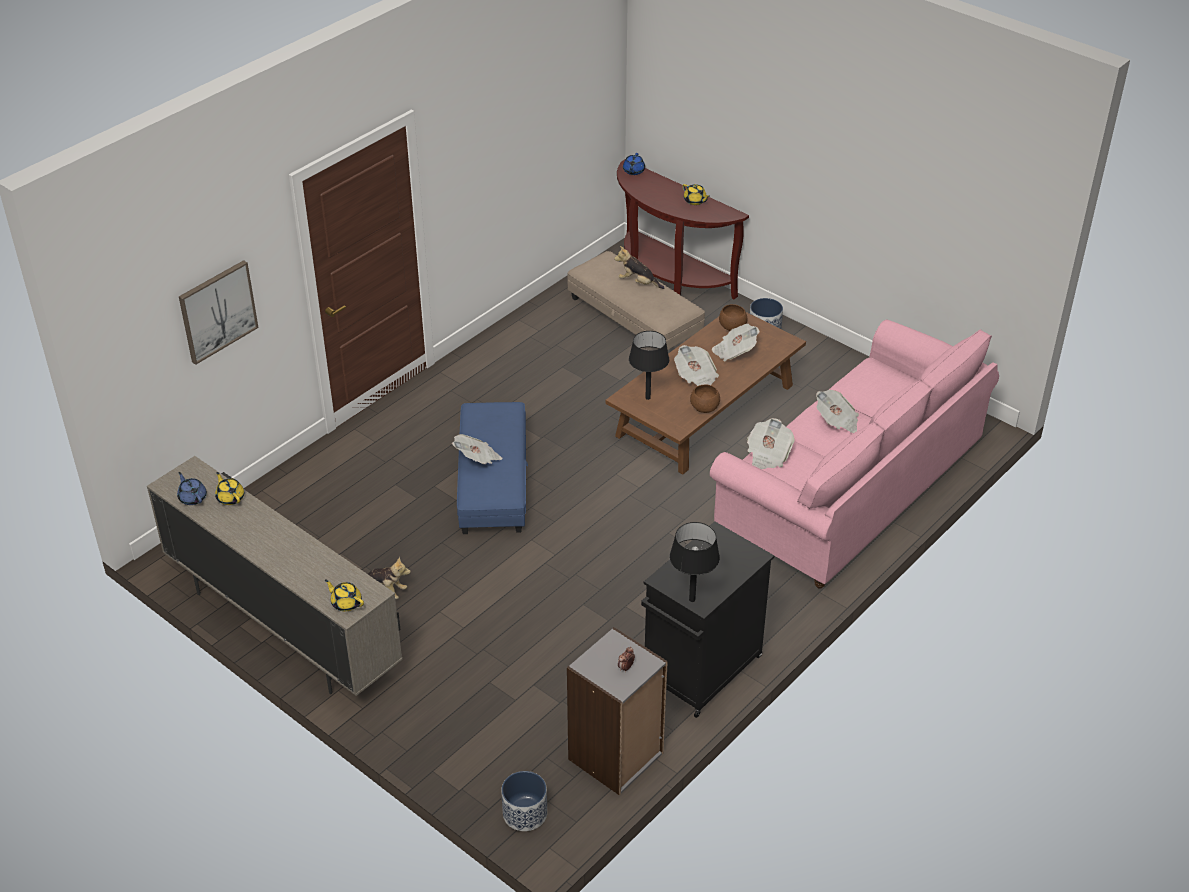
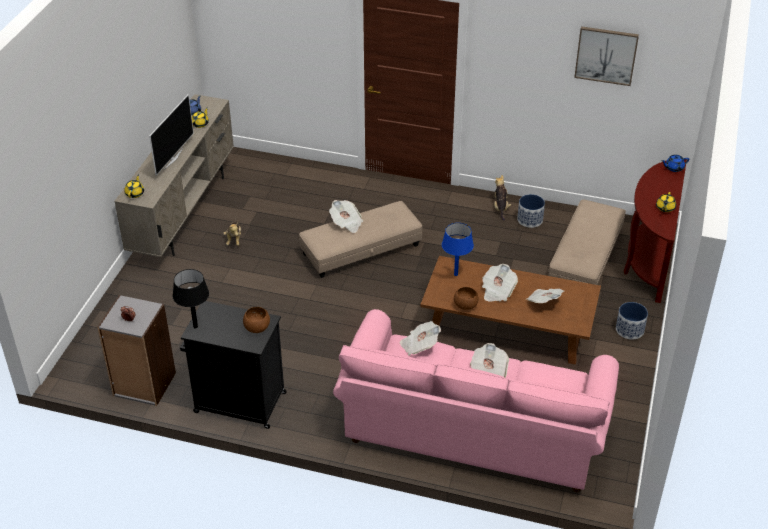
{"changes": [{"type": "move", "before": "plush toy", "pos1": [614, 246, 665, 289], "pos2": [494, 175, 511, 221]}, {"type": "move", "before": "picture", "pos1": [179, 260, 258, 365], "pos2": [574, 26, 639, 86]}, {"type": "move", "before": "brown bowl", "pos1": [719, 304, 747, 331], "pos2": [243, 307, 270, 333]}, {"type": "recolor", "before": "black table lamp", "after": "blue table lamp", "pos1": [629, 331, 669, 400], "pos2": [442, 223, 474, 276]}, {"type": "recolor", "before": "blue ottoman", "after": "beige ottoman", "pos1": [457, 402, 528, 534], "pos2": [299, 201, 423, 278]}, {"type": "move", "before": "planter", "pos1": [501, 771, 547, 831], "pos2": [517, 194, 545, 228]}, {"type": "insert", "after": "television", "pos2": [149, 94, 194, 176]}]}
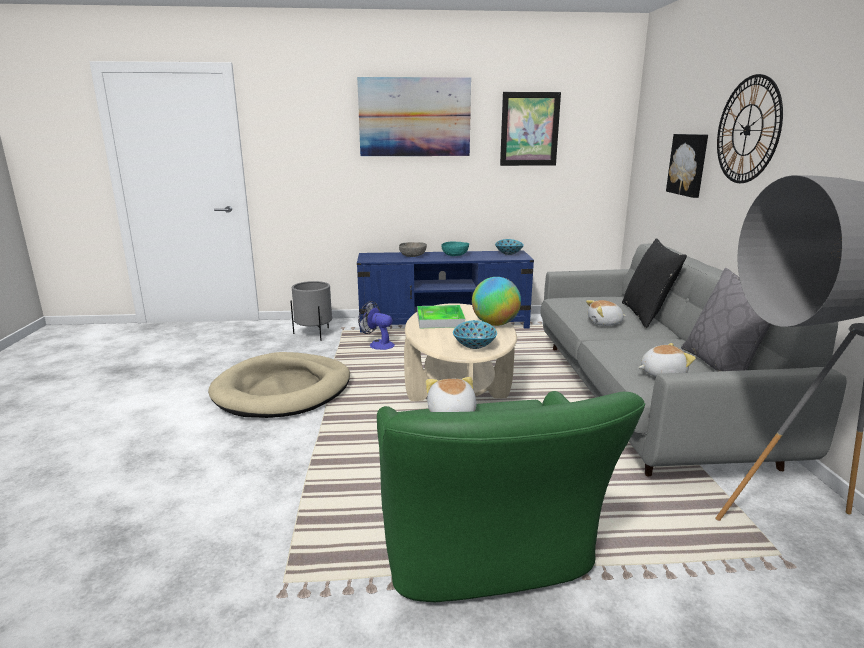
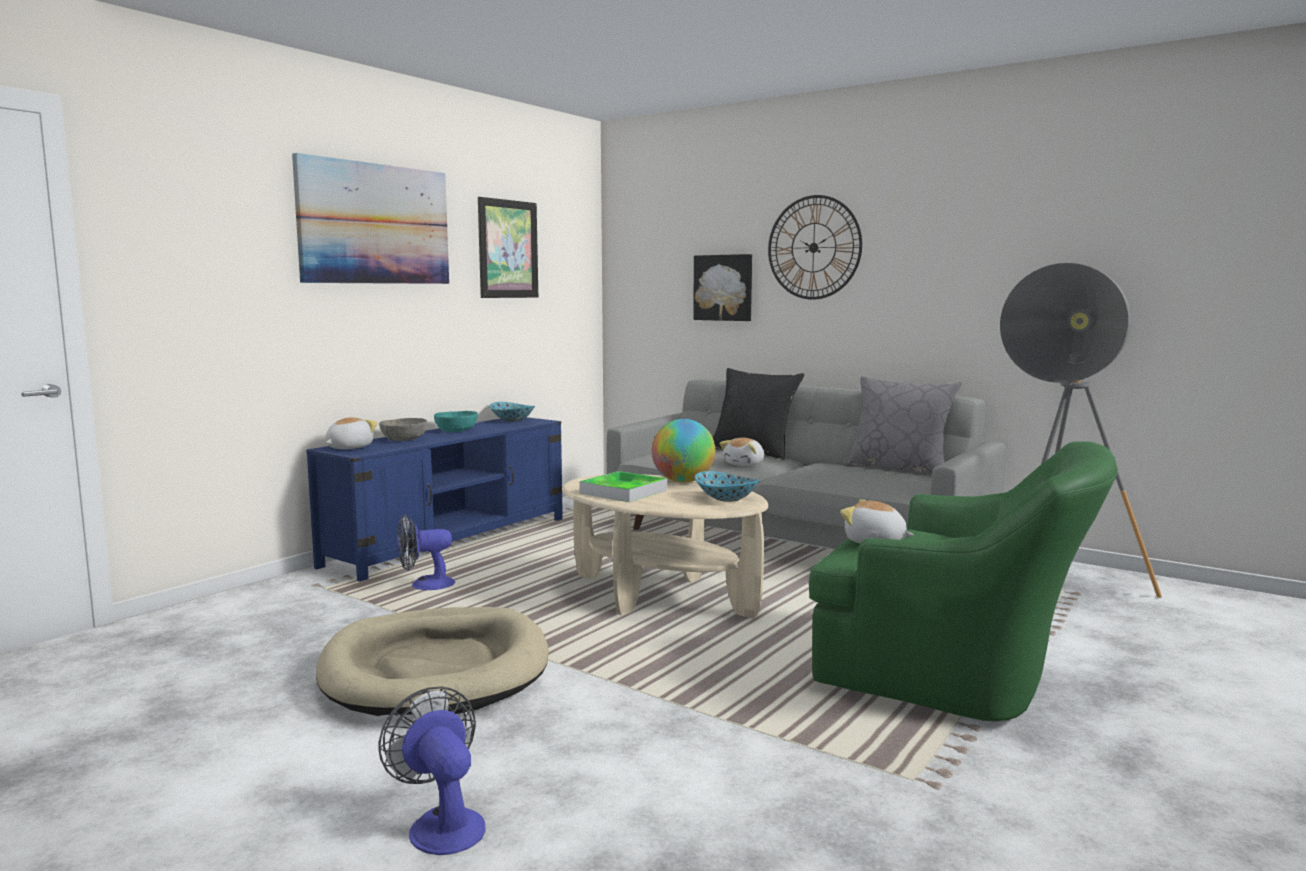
{"changes": [{"type": "delete", "before": "grey planter", "pos1": [290, 281, 332, 341]}, {"type": "move", "before": "plush toy", "pos1": [638, 343, 696, 377], "pos2": [325, 417, 378, 449]}, {"type": "insert", "after": "fan", "pos2": [379, 686, 485, 855]}]}
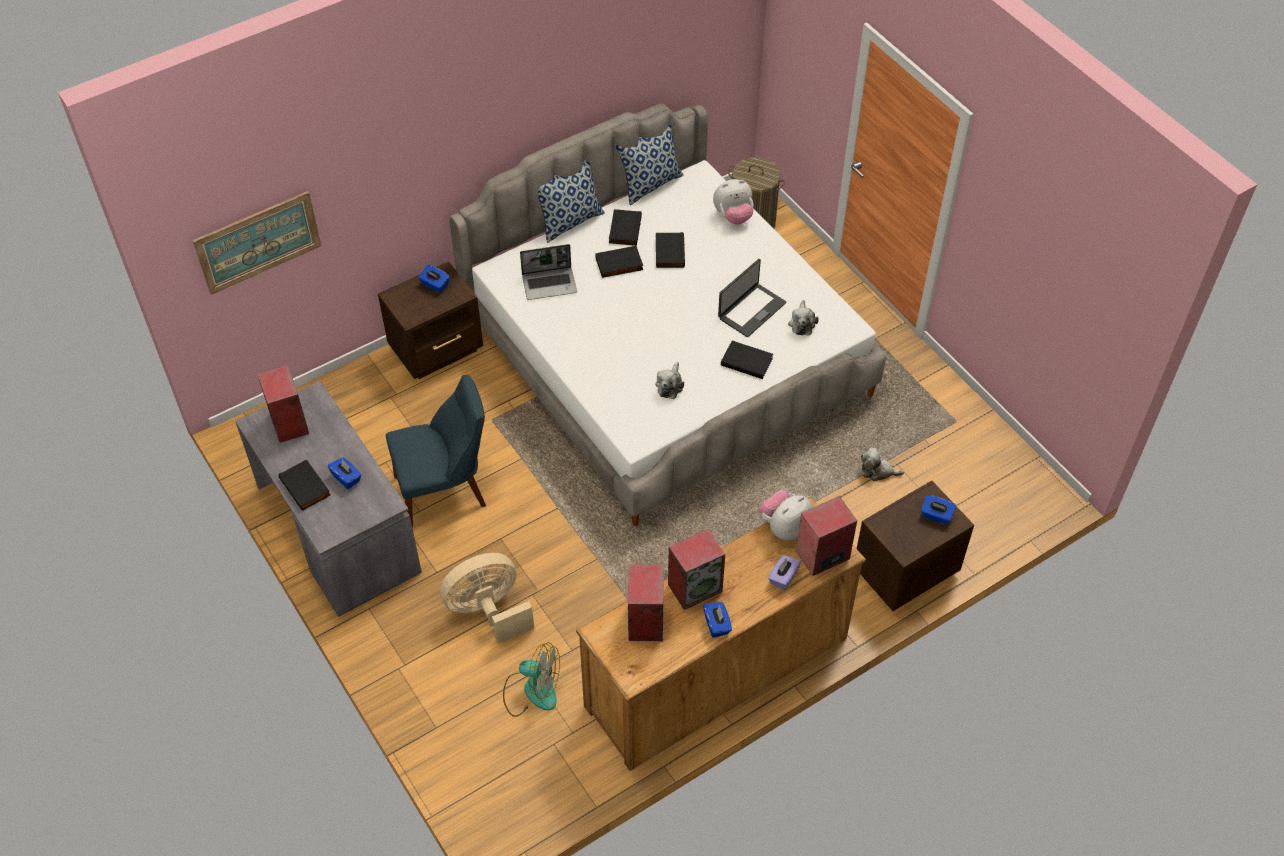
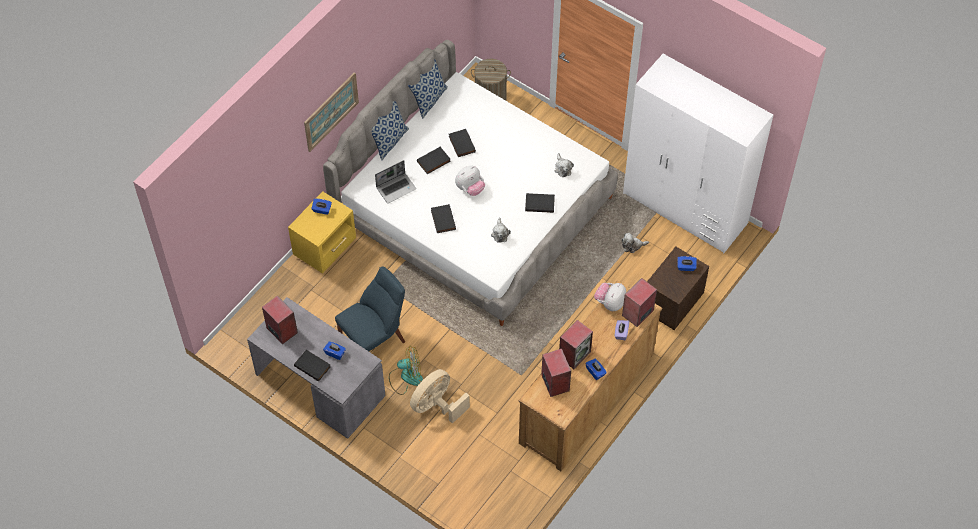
{"changes": [{"type": "move", "before": "plush toy", "pos1": [713, 179, 754, 225], "pos2": [455, 166, 485, 196]}, {"type": "move", "before": "picture", "pos1": [193, 191, 322, 295], "pos2": [304, 72, 359, 152]}, {"type": "move", "before": "black book", "pos1": [609, 209, 642, 246], "pos2": [431, 204, 456, 233]}, {"type": "delete", "before": "laptop", "pos1": [718, 259, 786, 337]}, {"type": "recolor", "before": "brown nightstand", "after": "yellow nightstand", "pos1": [378, 261, 483, 379], "pos2": [288, 191, 356, 274]}, {"type": "move", "before": "fan", "pos1": [503, 642, 560, 717], "pos2": [389, 346, 423, 395]}, {"type": "insert", "after": "white wardrobe", "pos2": [623, 53, 774, 254]}]}
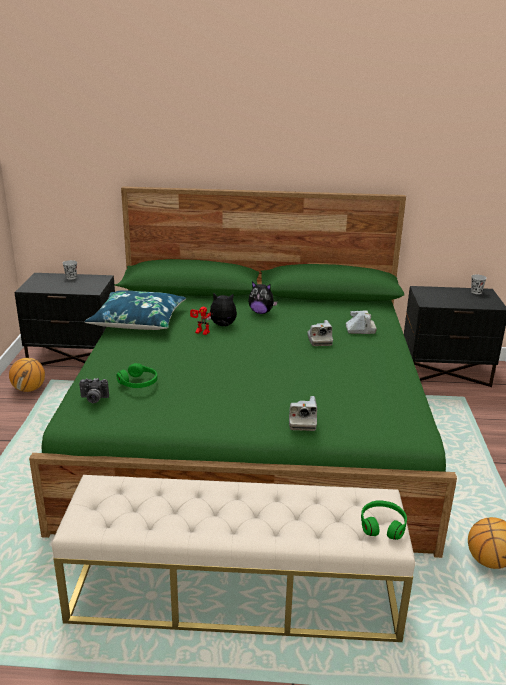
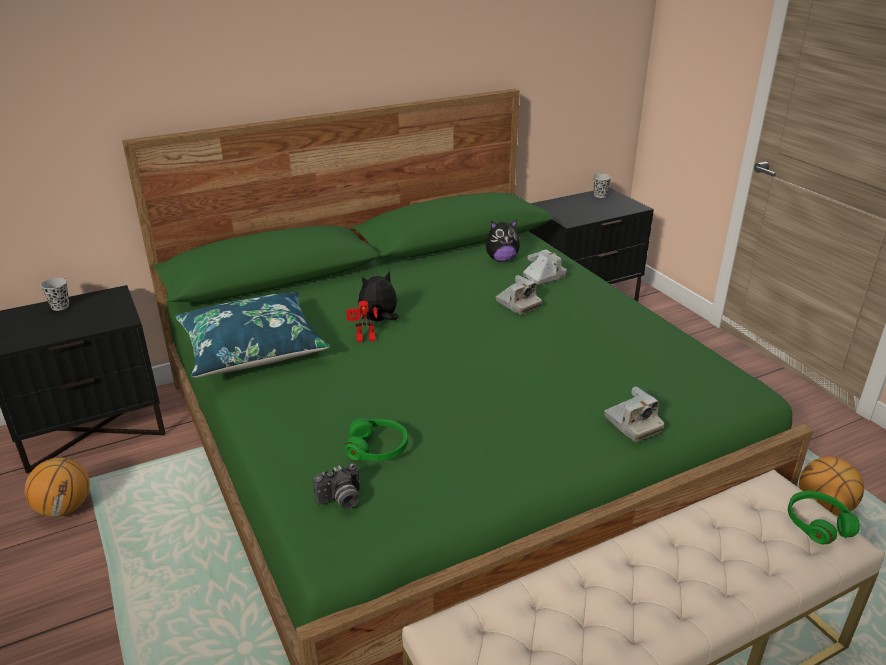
{"changes": [{"type": "move", "before": "plush toy", "pos1": [248, 282, 278, 314], "pos2": [486, 219, 520, 262]}]}
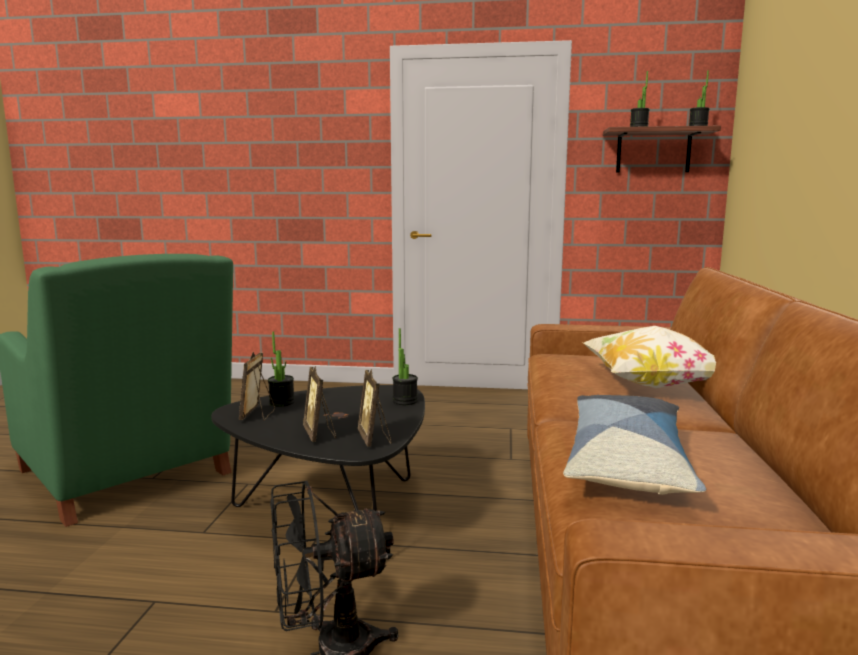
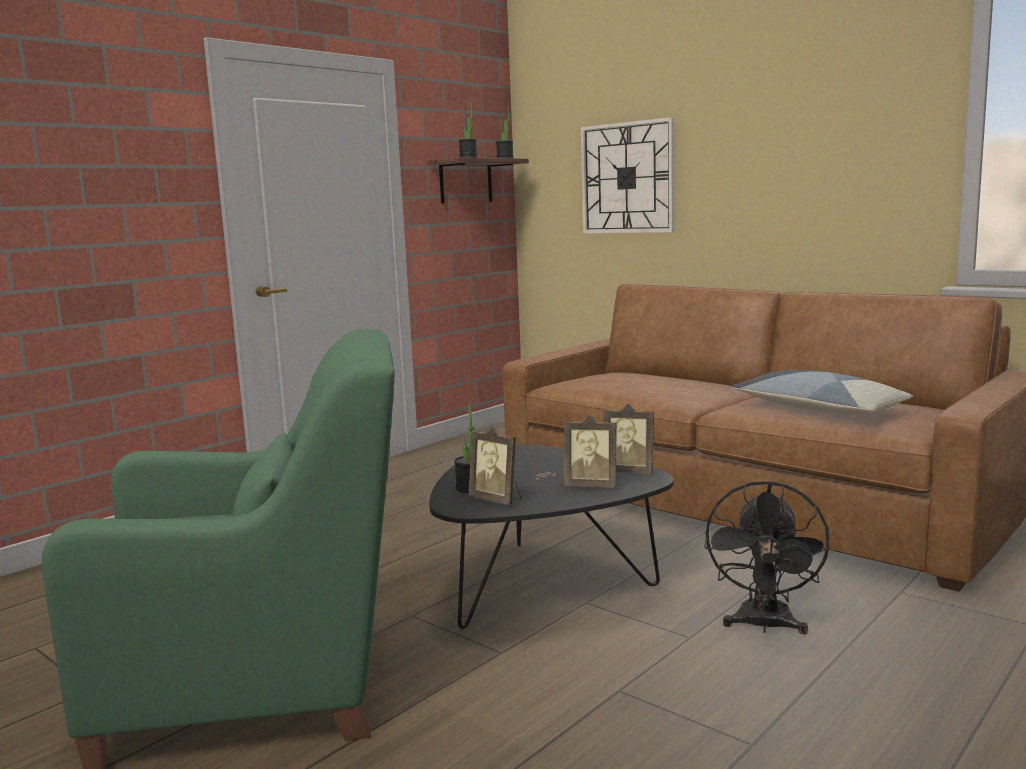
{"changes": [{"type": "delete", "before": "pillow", "pos1": [583, 326, 716, 388]}, {"type": "delete", "before": "potted plant", "pos1": [393, 328, 418, 405]}, {"type": "insert", "after": "wall clock", "pos2": [581, 117, 675, 233]}]}
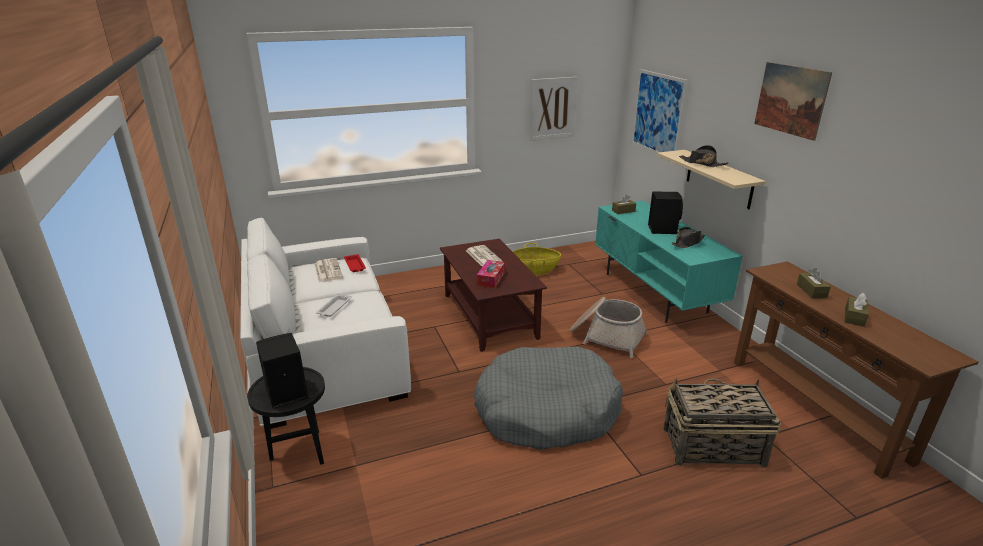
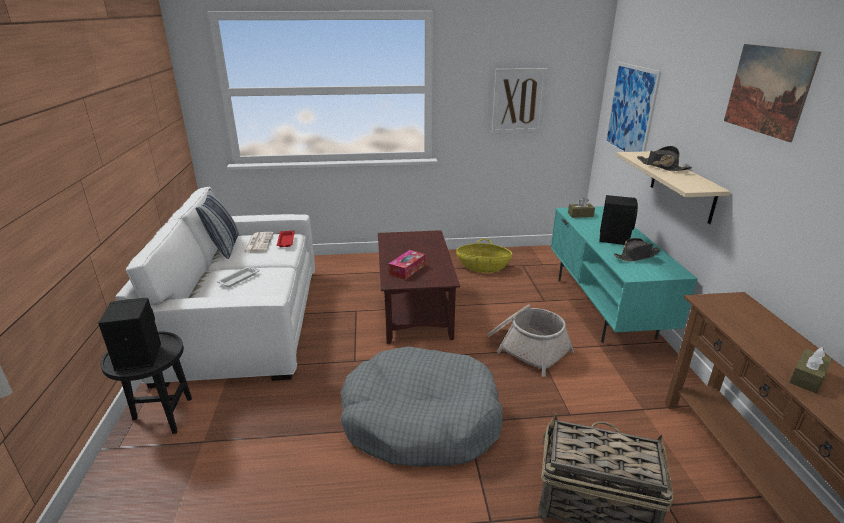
{"changes": [{"type": "delete", "before": "newspaper", "pos1": [466, 245, 503, 267]}, {"type": "delete", "before": "brown tissue box", "pos1": [797, 268, 831, 299]}, {"type": "insert", "after": "pillow", "pos2": [196, 188, 239, 259]}]}
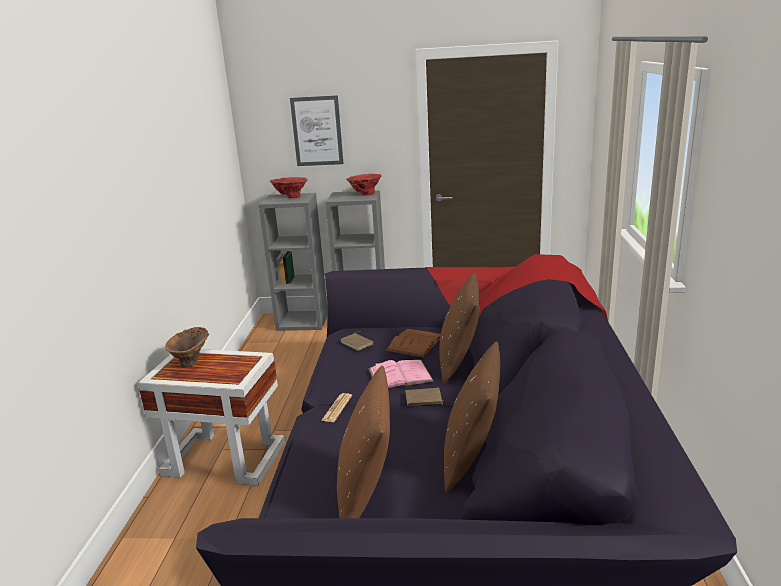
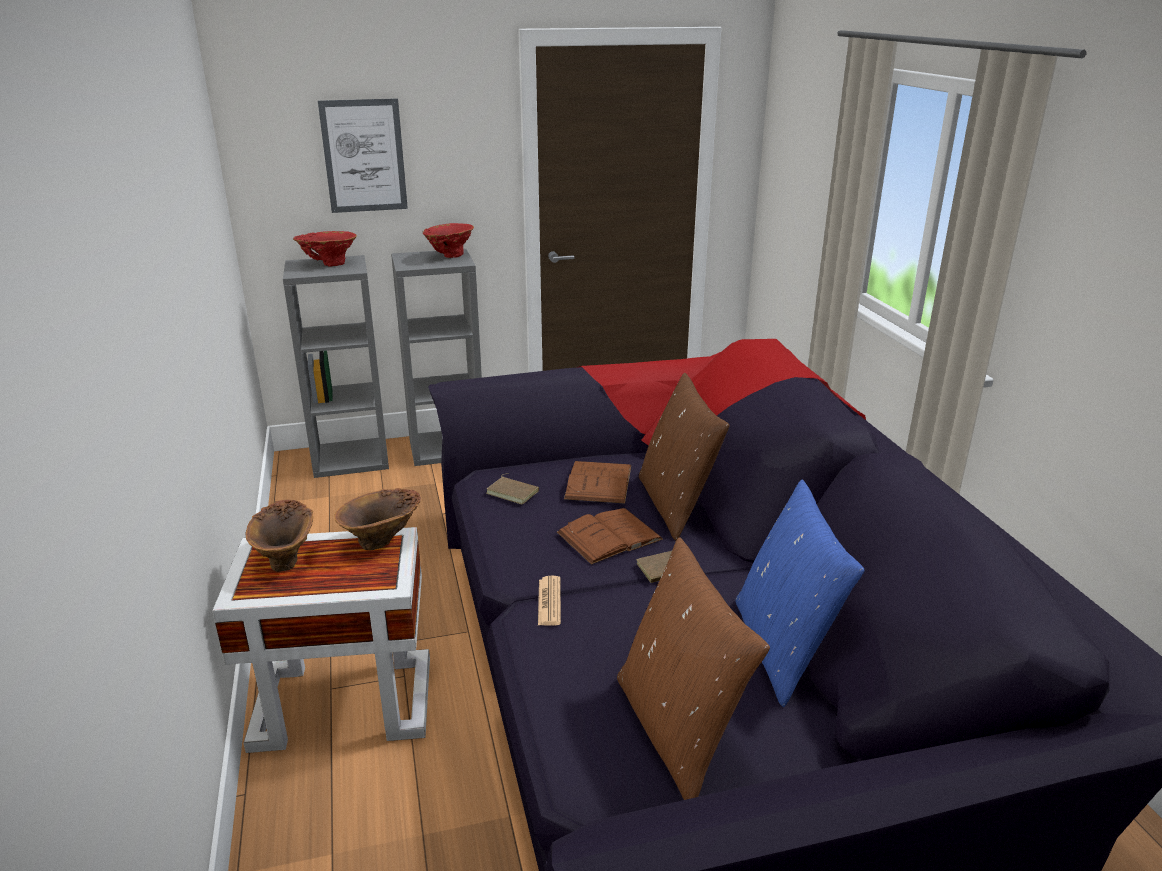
{"changes": [{"type": "recolor", "before": "brown pillow", "after": "blue pillow", "pos1": [444, 341, 500, 494], "pos2": [735, 479, 865, 707]}, {"type": "recolor", "before": "pink book", "after": "brown book", "pos1": [369, 360, 434, 388], "pos2": [557, 508, 663, 565]}, {"type": "insert", "after": "brown vase", "pos2": [334, 488, 421, 551]}]}
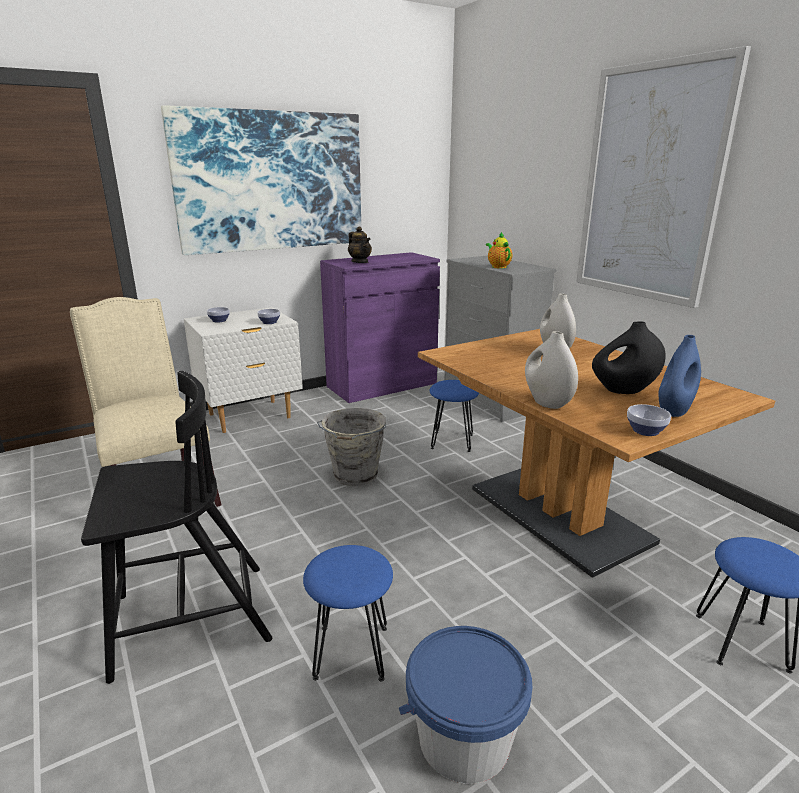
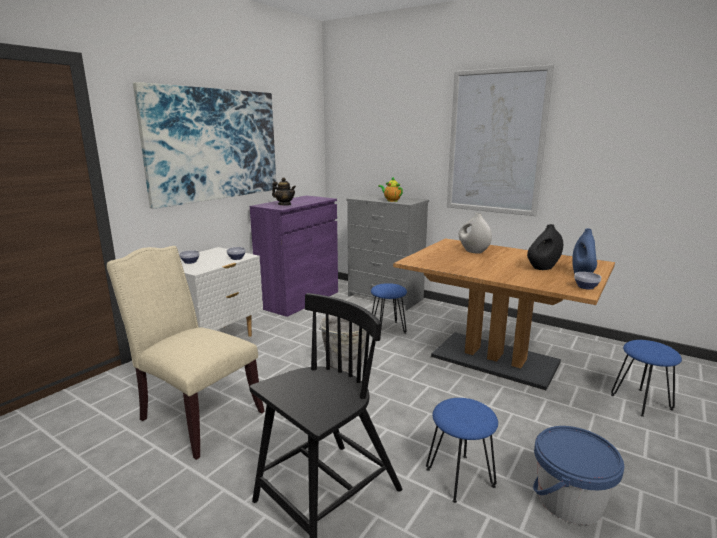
{"changes": [{"type": "delete", "before": "white vase", "pos1": [525, 331, 578, 409]}]}
